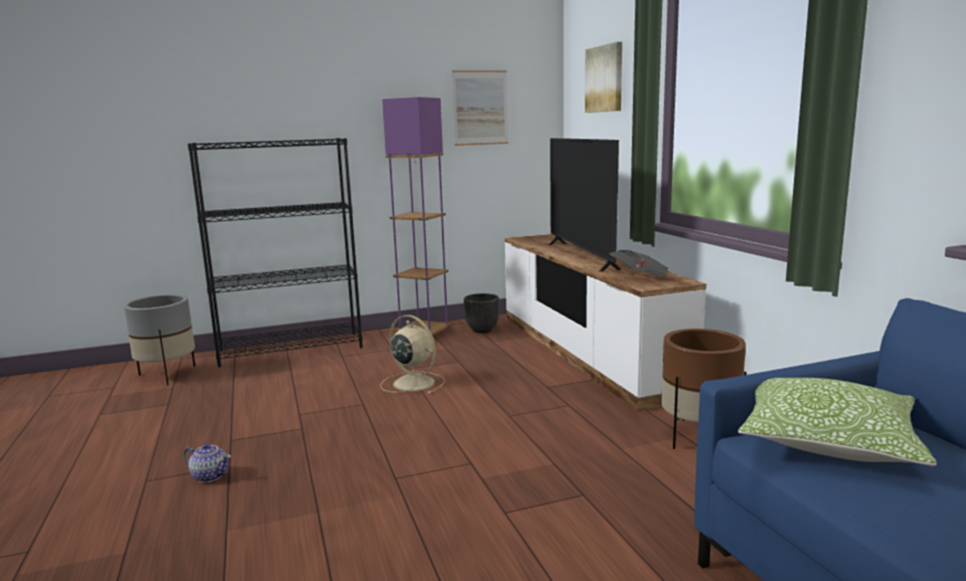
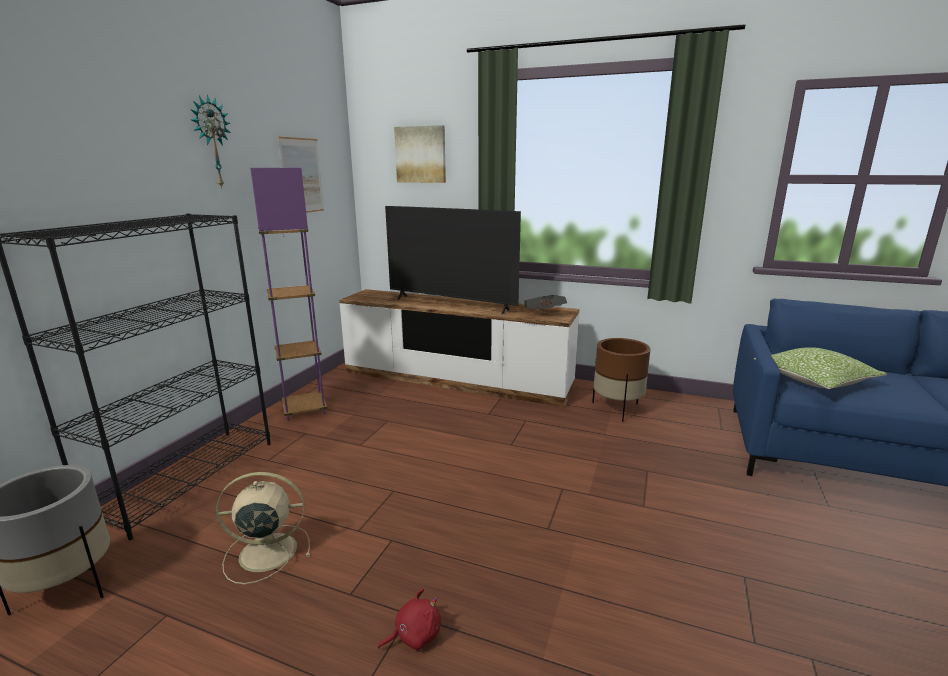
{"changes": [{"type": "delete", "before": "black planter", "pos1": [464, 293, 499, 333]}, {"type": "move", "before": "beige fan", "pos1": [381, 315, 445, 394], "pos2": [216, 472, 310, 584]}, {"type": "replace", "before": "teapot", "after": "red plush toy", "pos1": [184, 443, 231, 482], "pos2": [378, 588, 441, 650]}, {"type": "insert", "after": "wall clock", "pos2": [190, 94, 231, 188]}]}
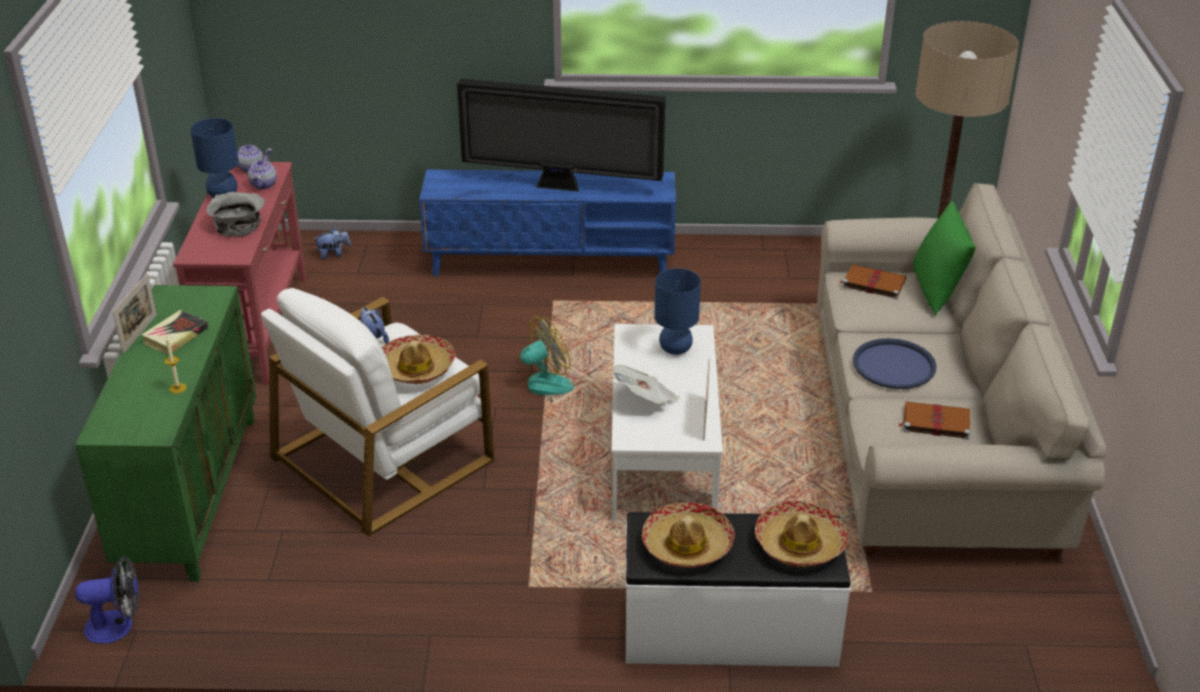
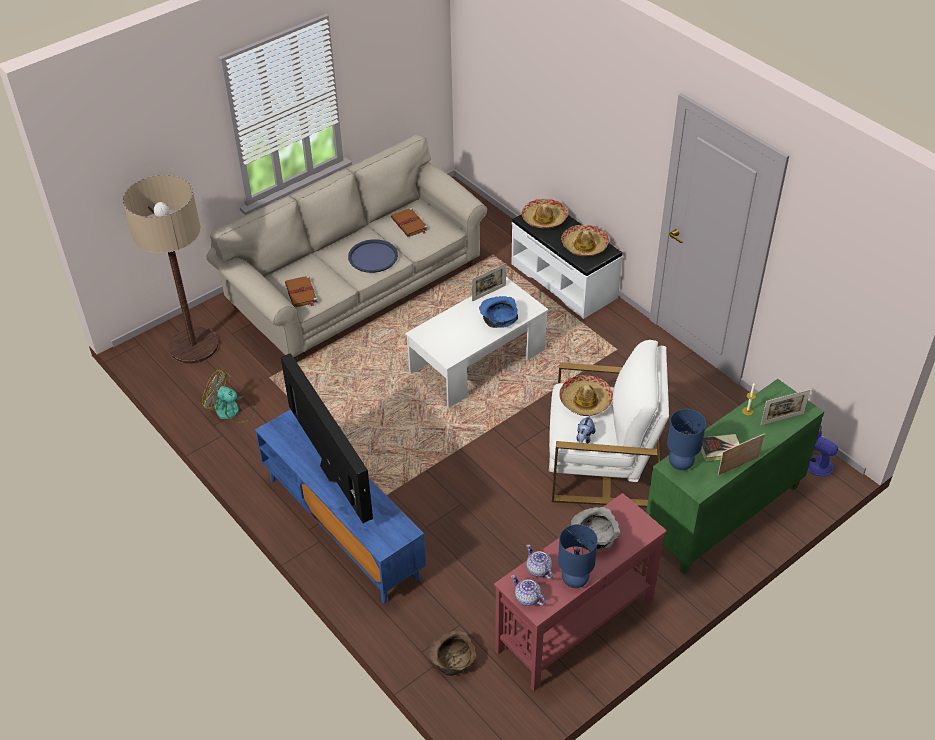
{"changes": [{"type": "rotate", "before": "teapot", "pos1": [248, 156, 277, 189], "pos2": [526, 544, 553, 580], "turn": -90}, {"type": "delete", "before": "green pillow", "pos1": [913, 201, 976, 316]}, {"type": "replace", "before": "plush toy", "after": "brown bowl", "pos1": [313, 228, 351, 260], "pos2": [429, 631, 477, 676]}, {"type": "move", "before": "blue table lamp", "pos1": [654, 268, 701, 355], "pos2": [667, 409, 706, 470]}, {"type": "move", "before": "fan", "pos1": [506, 316, 574, 414], "pos2": [202, 369, 257, 423]}, {"type": "replace", "before": "newspaper", "after": "blue bowl", "pos1": [611, 365, 680, 404], "pos2": [479, 296, 518, 328]}, {"type": "insert", "after": "picture frame", "pos2": [761, 389, 810, 425]}]}
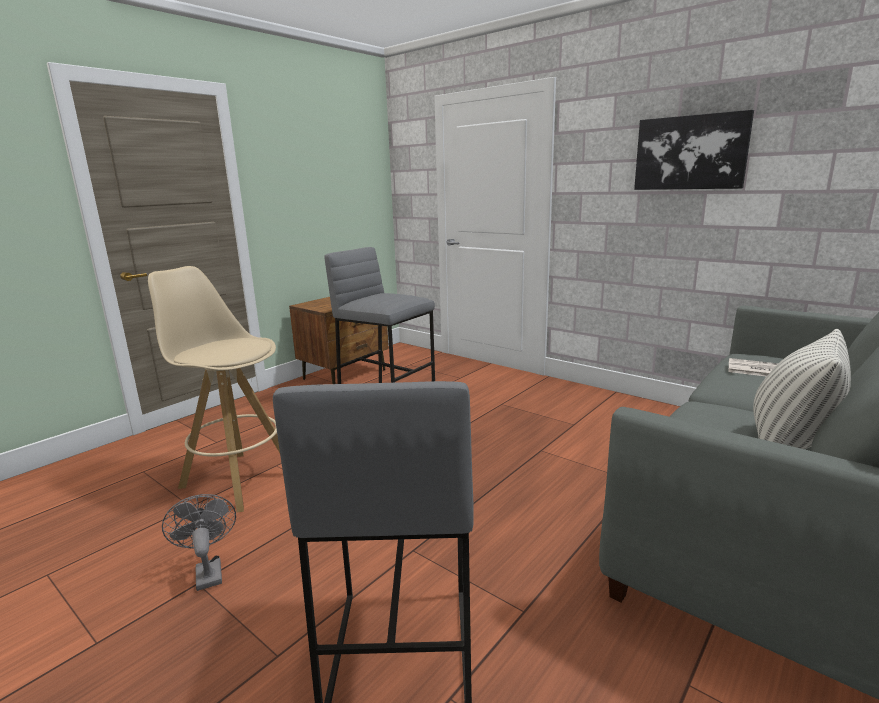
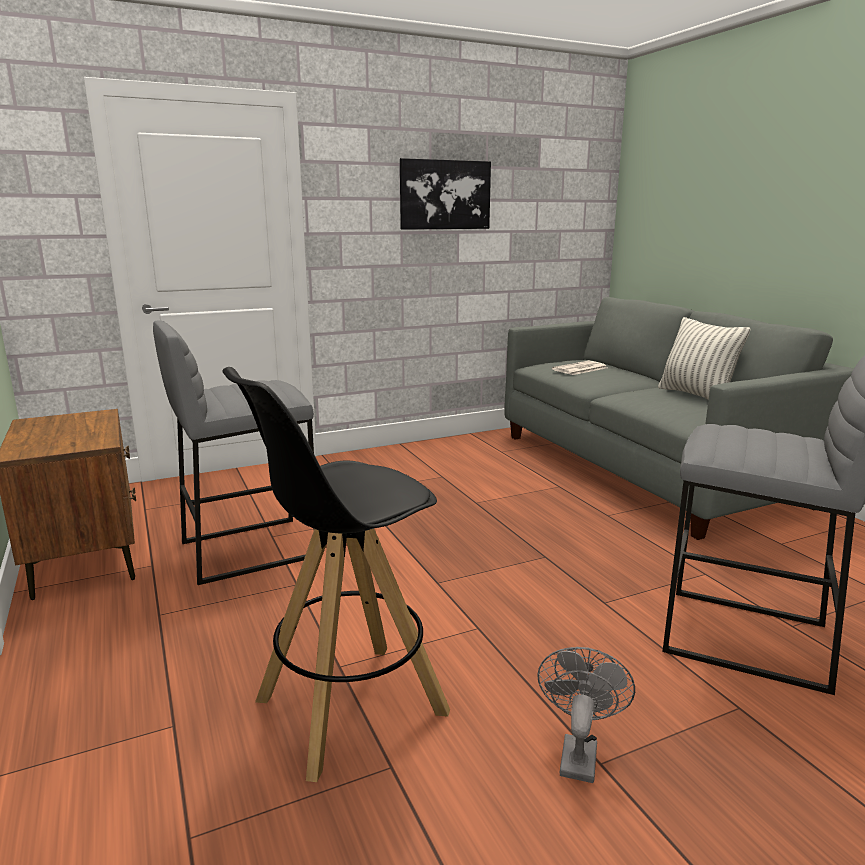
{"changes": [{"type": "recolor", "before": "beige stool", "after": "black stool", "pos1": [148, 266, 280, 513], "pos2": [222, 367, 450, 782]}, {"type": "rotate", "before": "grey fan", "pos1": [162, 494, 236, 591], "pos2": [537, 647, 635, 783], "turn": 105}]}
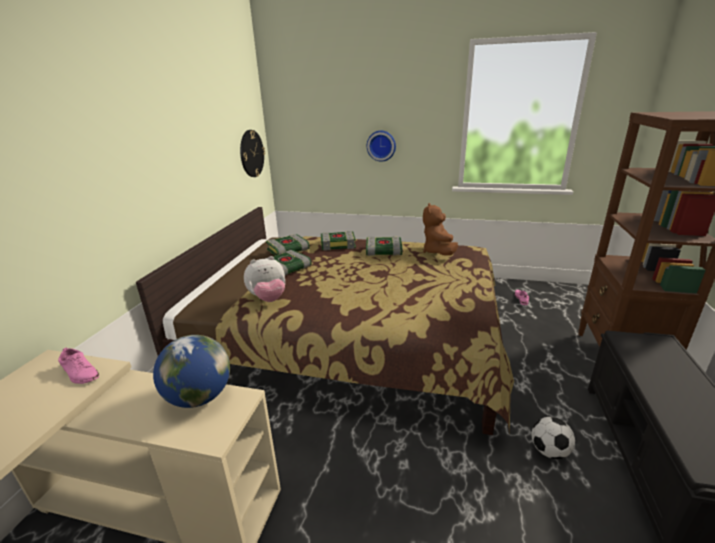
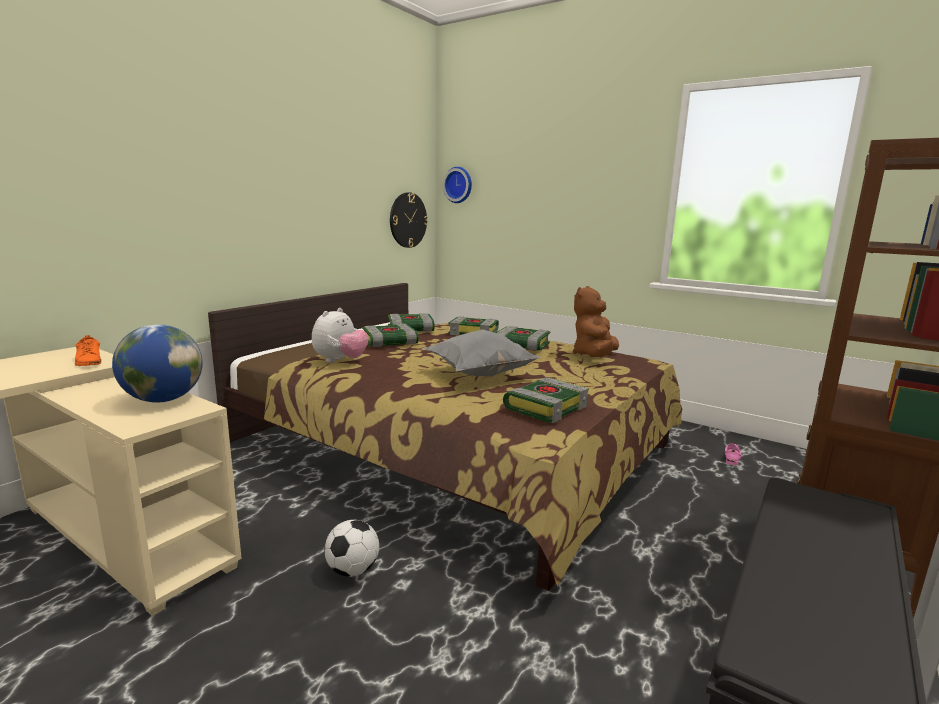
{"changes": [{"type": "move", "before": "wall clock", "pos1": [367, 131, 396, 162], "pos2": [443, 167, 472, 203]}, {"type": "rotate", "before": "plush toy", "pos1": [244, 256, 285, 302], "pos2": [312, 308, 369, 363], "turn": -60}, {"type": "recolor", "before": "pink shoe", "after": "orange shoe", "pos1": [58, 347, 99, 384], "pos2": [74, 335, 101, 366]}, {"type": "move", "before": "football", "pos1": [532, 417, 575, 459], "pos2": [324, 520, 379, 577]}, {"type": "insert", "after": "grey pillow", "pos2": [421, 329, 542, 377]}, {"type": "insert", "after": "book", "pos2": [503, 377, 588, 423]}]}
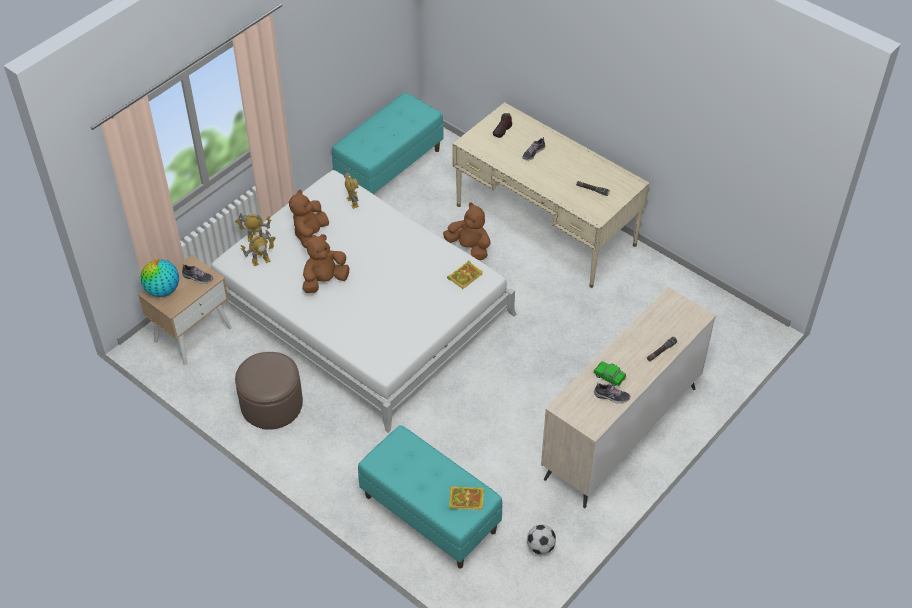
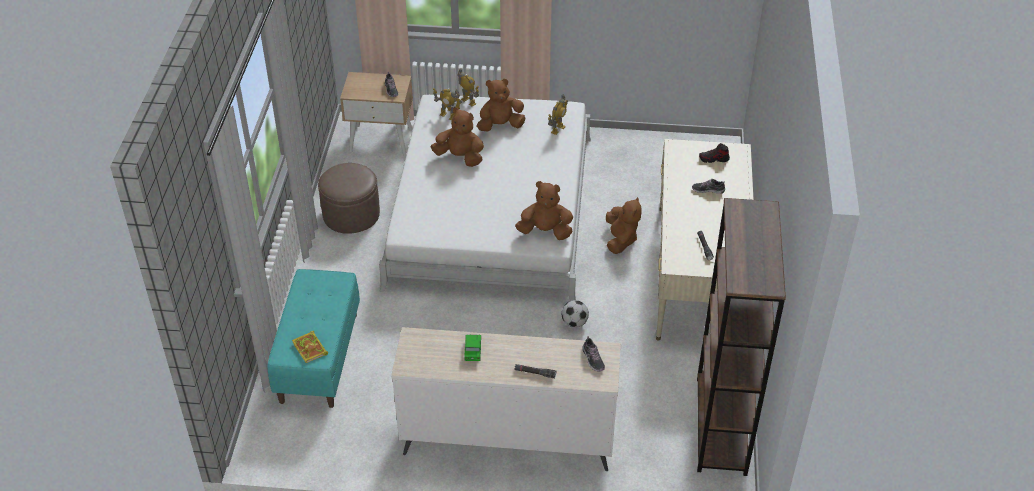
{"changes": [{"type": "delete", "before": "turquoise bench", "pos1": [332, 93, 444, 194]}, {"type": "delete", "before": "globe", "pos1": [141, 259, 179, 297]}, {"type": "replace", "before": "book", "after": "brown plush toy", "pos1": [447, 260, 483, 289], "pos2": [515, 181, 573, 240]}, {"type": "move", "before": "shoe", "pos1": [594, 383, 631, 404], "pos2": [582, 336, 605, 372]}, {"type": "move", "before": "football", "pos1": [527, 524, 556, 555], "pos2": [562, 300, 589, 328]}, {"type": "insert", "after": "brown bookcase", "pos2": [697, 198, 786, 476]}]}
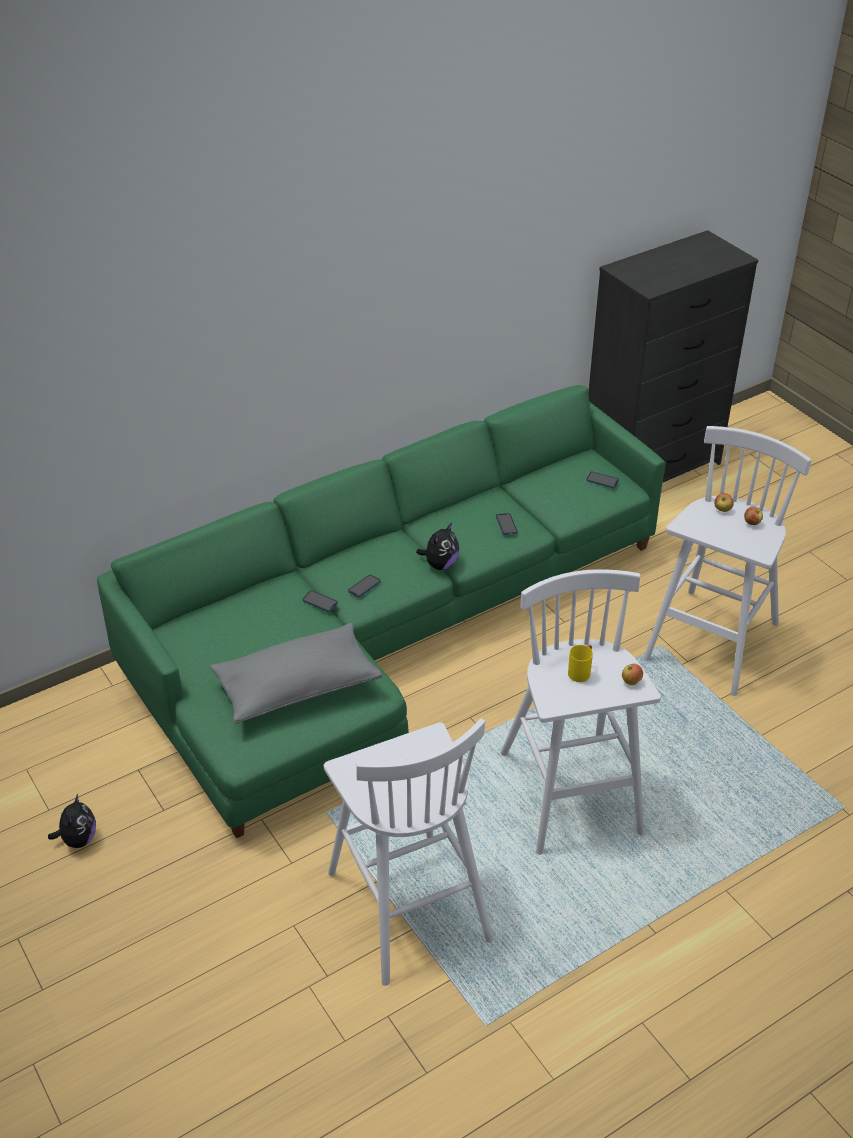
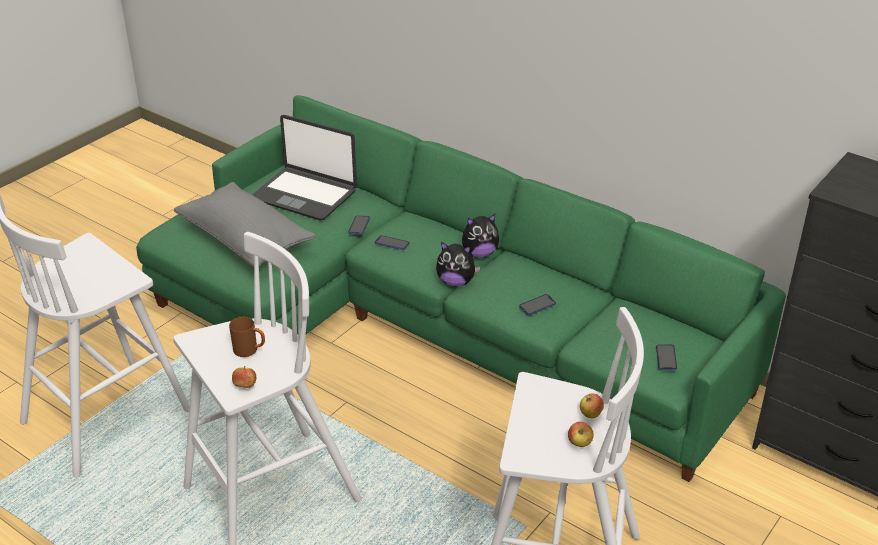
{"changes": [{"type": "recolor", "before": "yellow mug", "after": "brown mug", "pos1": [568, 645, 593, 682], "pos2": [229, 317, 265, 357]}, {"type": "move", "before": "plush toy", "pos1": [48, 794, 96, 848], "pos2": [462, 214, 499, 258]}, {"type": "insert", "after": "laptop", "pos2": [252, 115, 357, 220]}]}
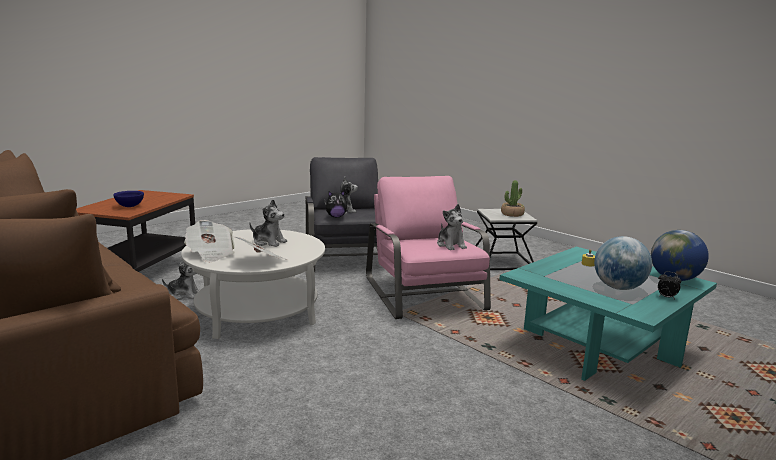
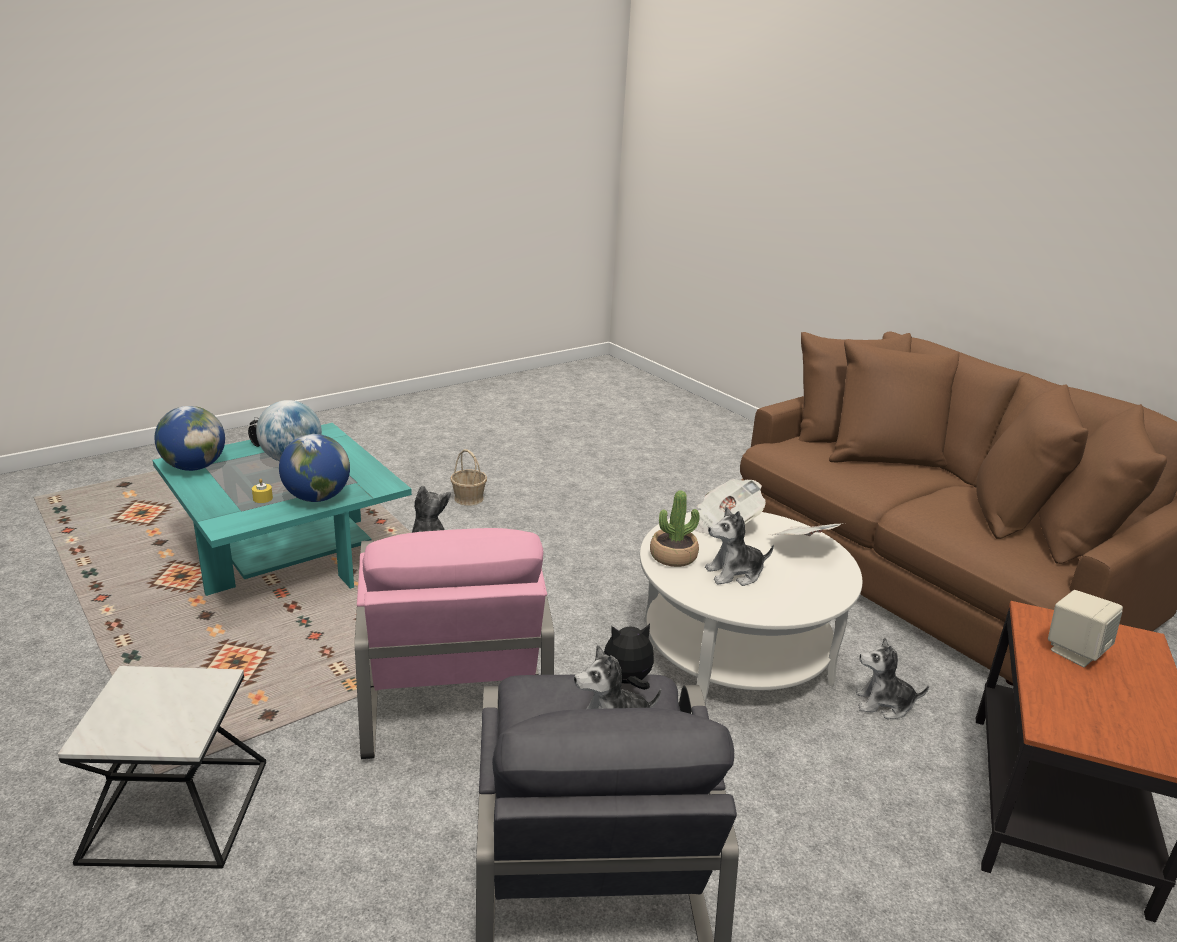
{"changes": [{"type": "move", "before": "potted plant", "pos1": [501, 180, 525, 217], "pos2": [650, 490, 700, 567]}, {"type": "replace", "before": "blue bowl", "after": "beige speaker", "pos1": [113, 191, 144, 207], "pos2": [1048, 590, 1123, 667]}, {"type": "rotate", "before": "plush toy", "pos1": [249, 199, 287, 247], "pos2": [705, 507, 774, 586], "turn": -45}, {"type": "insert", "after": "globe", "pos2": [279, 434, 350, 502]}, {"type": "insert", "after": "basket", "pos2": [451, 449, 487, 506]}]}
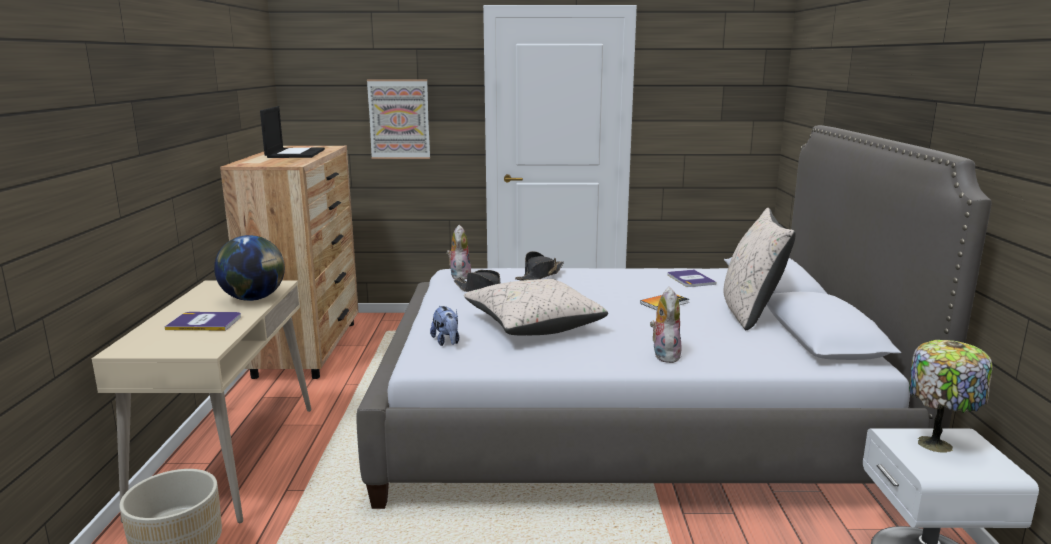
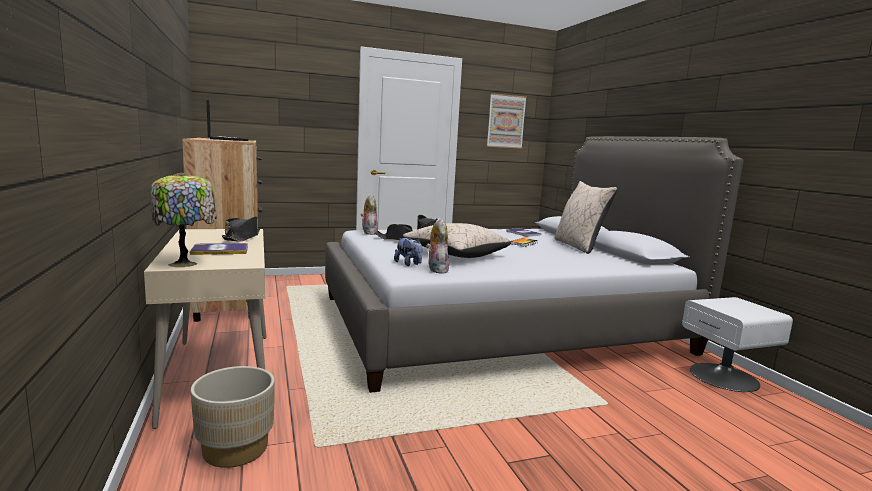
{"changes": [{"type": "move", "before": "picture", "pos1": [367, 79, 430, 159], "pos2": [487, 93, 527, 149]}, {"type": "replace", "before": "globe", "after": "black hat", "pos1": [214, 235, 285, 301], "pos2": [222, 216, 260, 242]}, {"type": "move", "before": "plush toy", "pos1": [650, 287, 682, 363], "pos2": [426, 218, 449, 273]}, {"type": "move", "before": "table lamp", "pos1": [909, 340, 993, 453], "pos2": [150, 172, 217, 267]}]}
